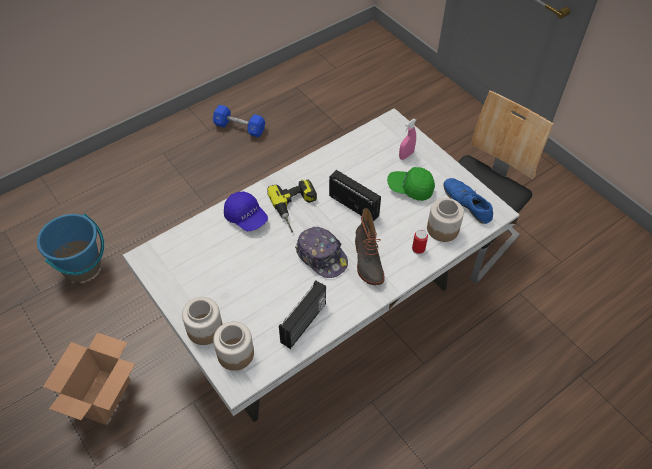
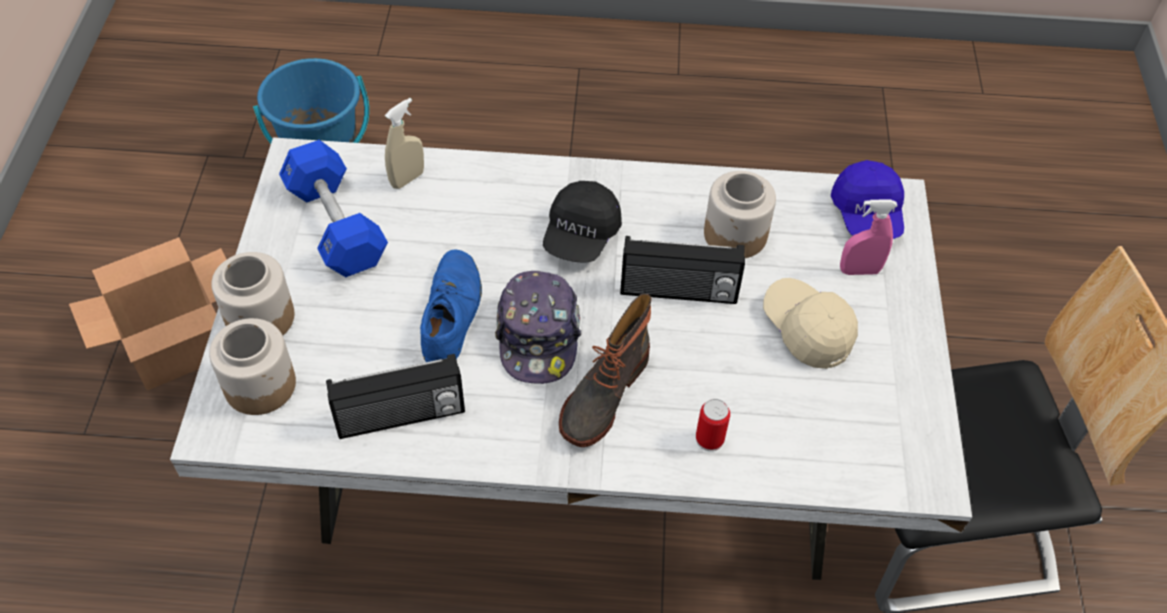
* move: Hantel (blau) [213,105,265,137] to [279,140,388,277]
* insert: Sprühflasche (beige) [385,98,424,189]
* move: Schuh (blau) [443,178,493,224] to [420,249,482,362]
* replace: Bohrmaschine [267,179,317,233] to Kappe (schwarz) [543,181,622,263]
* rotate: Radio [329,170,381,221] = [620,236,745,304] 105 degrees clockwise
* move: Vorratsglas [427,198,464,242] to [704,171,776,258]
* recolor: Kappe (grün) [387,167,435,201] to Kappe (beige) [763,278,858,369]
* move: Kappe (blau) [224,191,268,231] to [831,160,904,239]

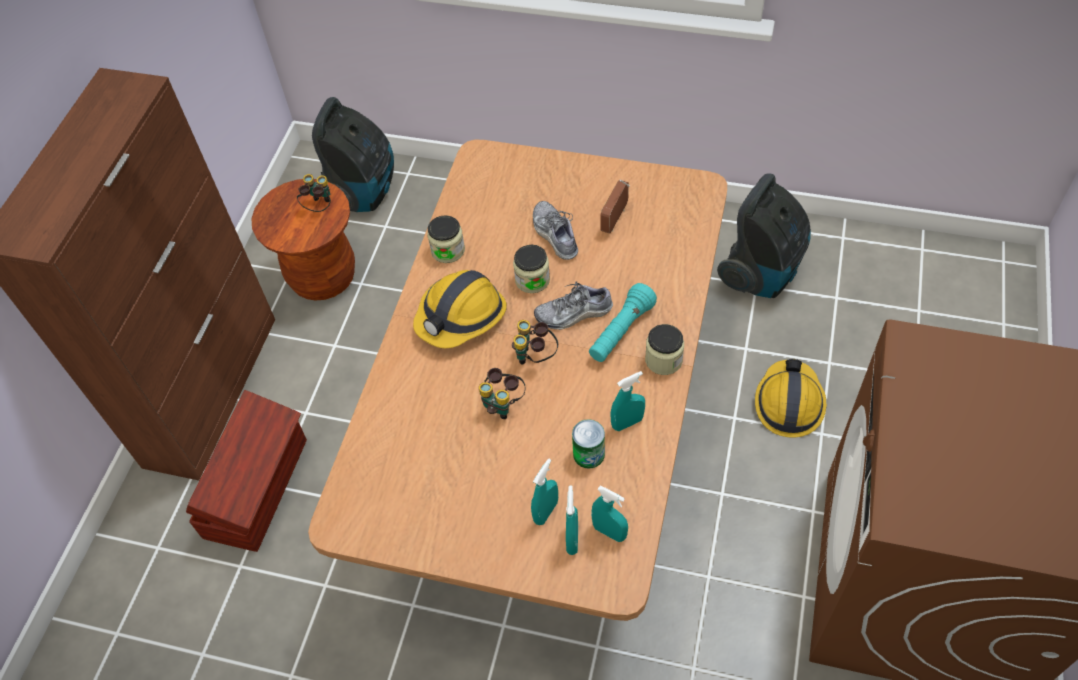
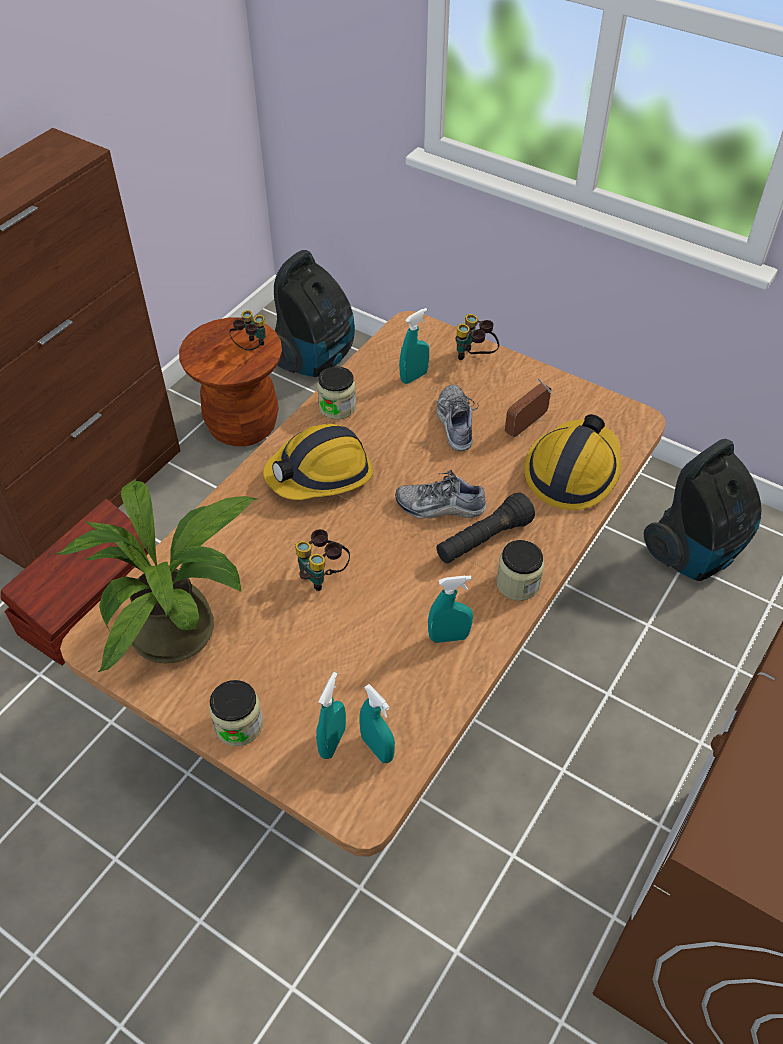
* insert: Topfpflanze [56,479,257,672]
* move: Vorratsglas [513,245,550,293] to [209,680,263,746]
* move: Sprühflasche (türkis) [531,458,558,525] to [399,308,429,384]
* recolor: Taschenlampe (türkis) [589,283,657,362] to Taschenlampe (schwarz) [437,493,535,563]
* move: Fernglas [512,320,558,365] to [455,314,500,360]
* move: Schutzhelm [755,359,827,438] to [524,414,622,510]
* delete: Dose [572,419,605,469]

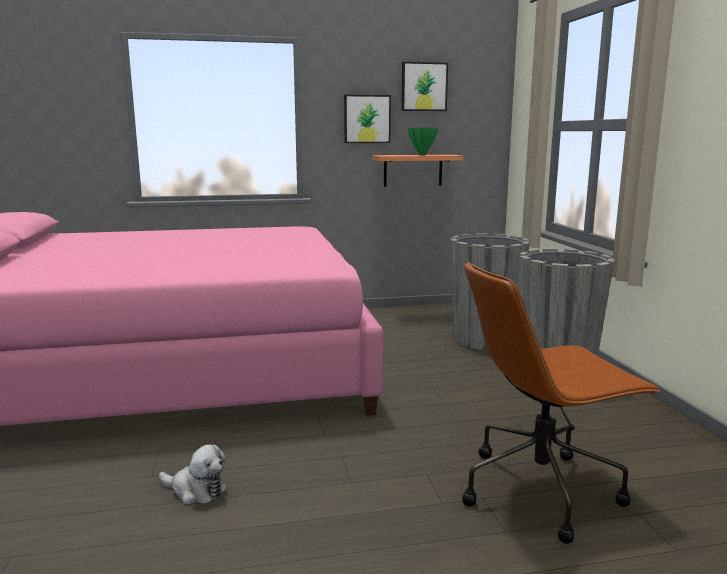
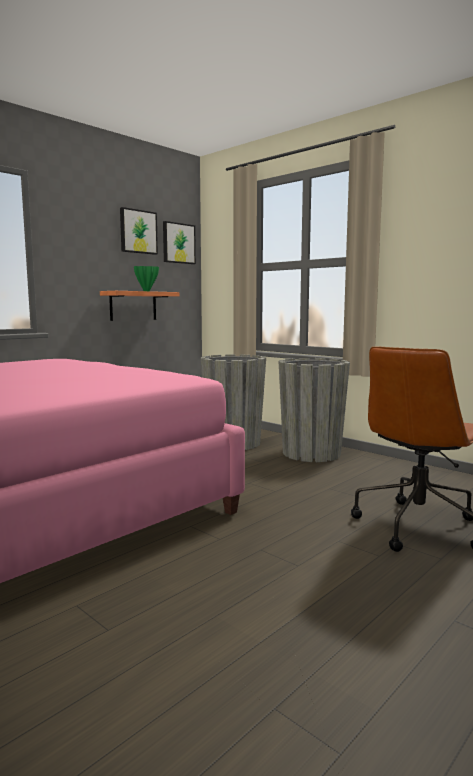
* move: Bild [344,95,391,143] to [163,221,196,264]
* delete: Plüschtier [159,444,226,505]

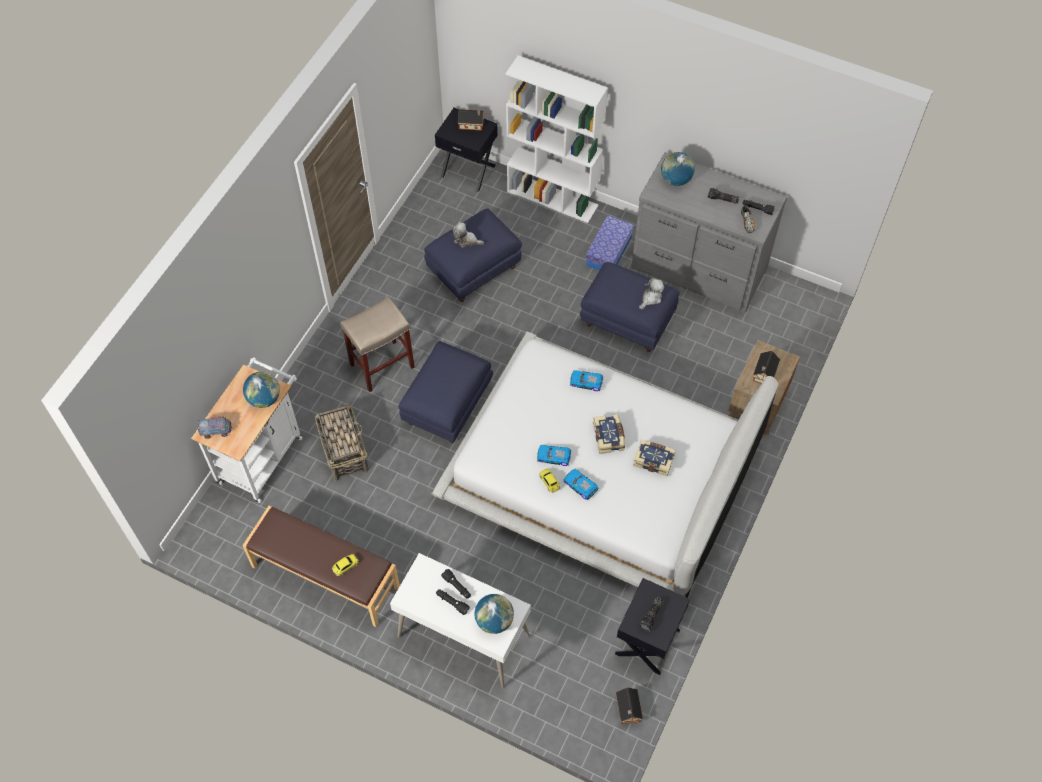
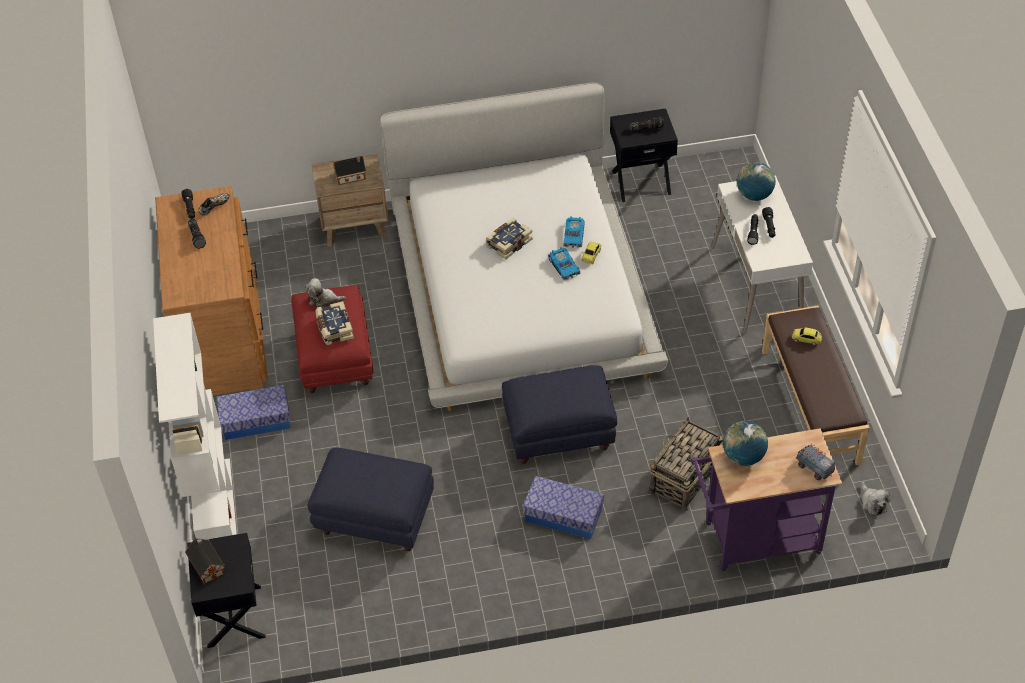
* recolor: Kommode (grau) [631,152,787,313] to Kommode (braun) [155,186,268,395]
* recolor: Polsterhocker (blau) [580,262,680,352] to Polsterhocker (rot) [291,286,373,393]
* move: Buch [633,440,675,477] to [315,301,354,345]
* replace: Hocker (beige) [340,297,415,392] to Aufbewahrungsbox [523,476,604,539]
* recolor: Rollwagen (weiß) [191,357,303,503] to Rollwagen (lila) [691,428,842,571]
* move: Plüschtier [453,222,484,248] to [861,481,891,516]
* delete: Spielzeugauto [570,370,603,391]
* delete: Spielzeughaus [616,687,643,724]
* delete: Globus [661,152,695,186]

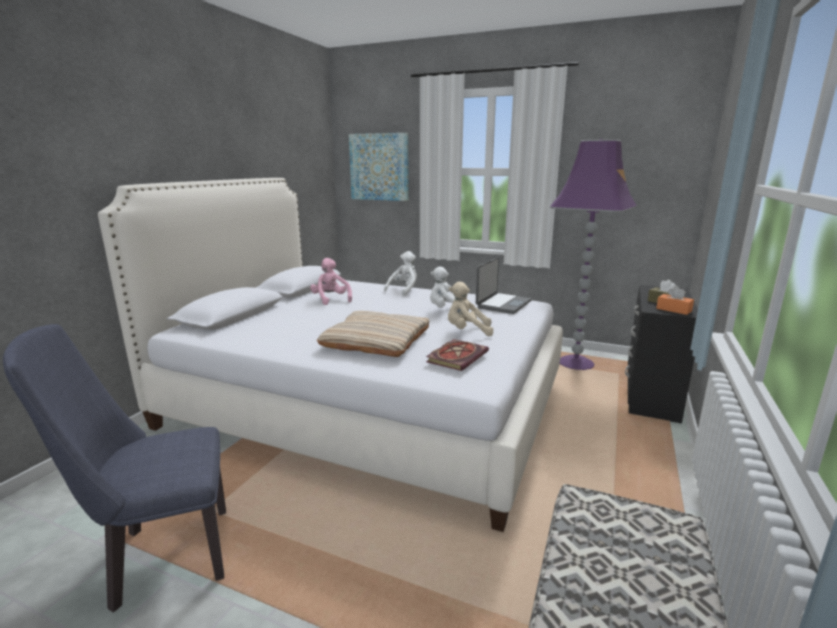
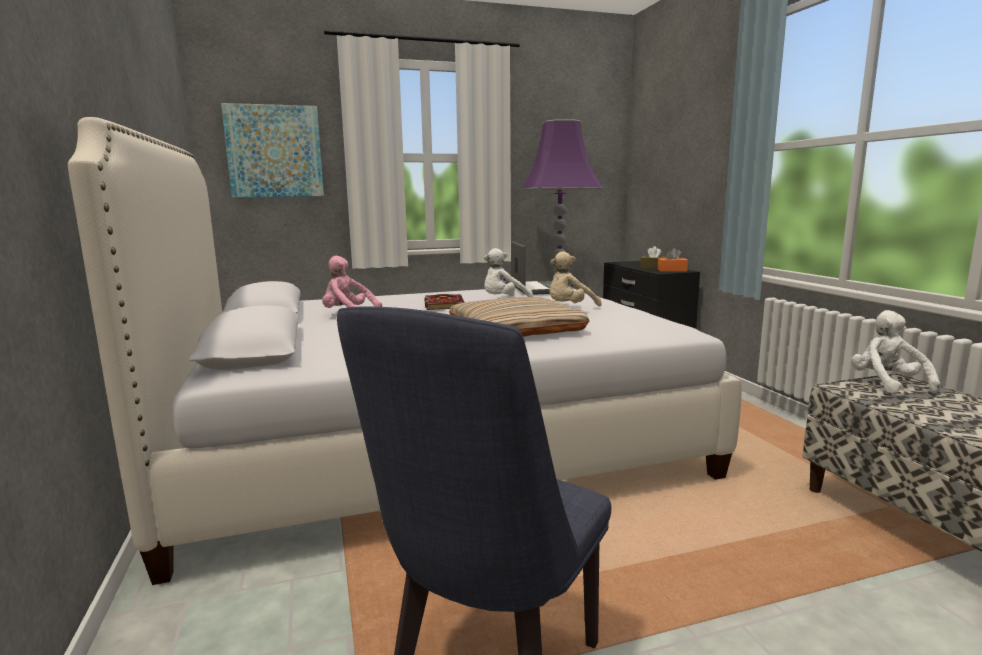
* move: Buch [426,339,489,371] to [424,294,465,310]
* move: Plüschtier (weiß) [384,251,417,296] to [851,310,941,394]

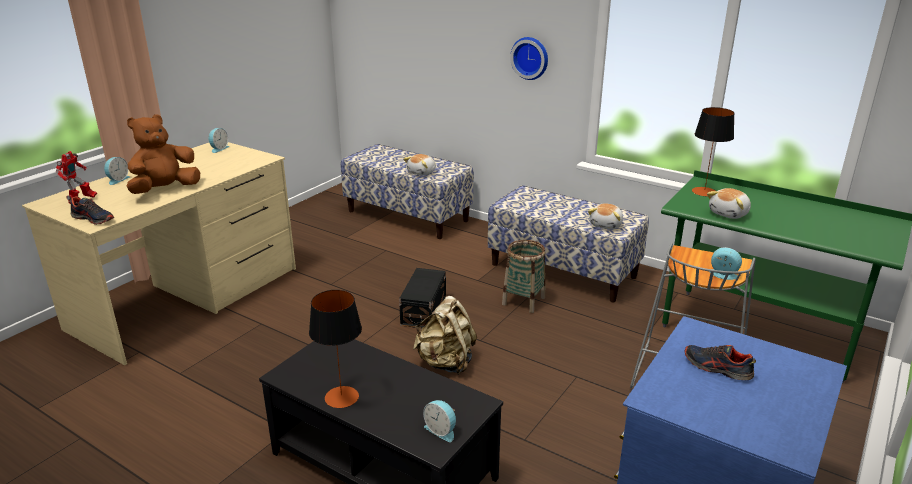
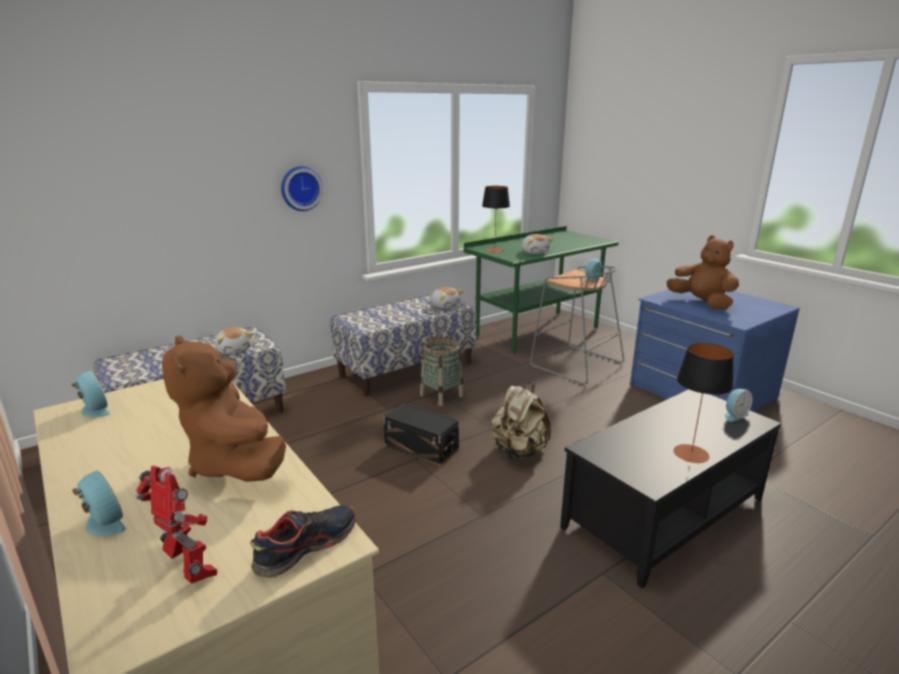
* replace: Schuh [685,345,756,380] to Plüschtier (braun) [667,236,739,310]

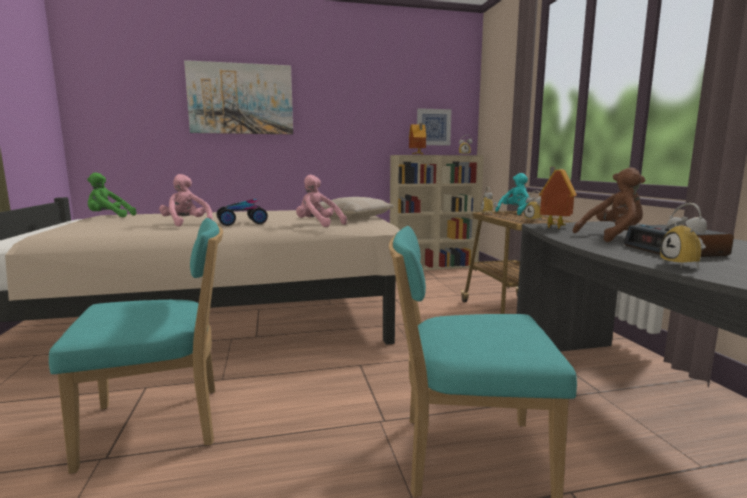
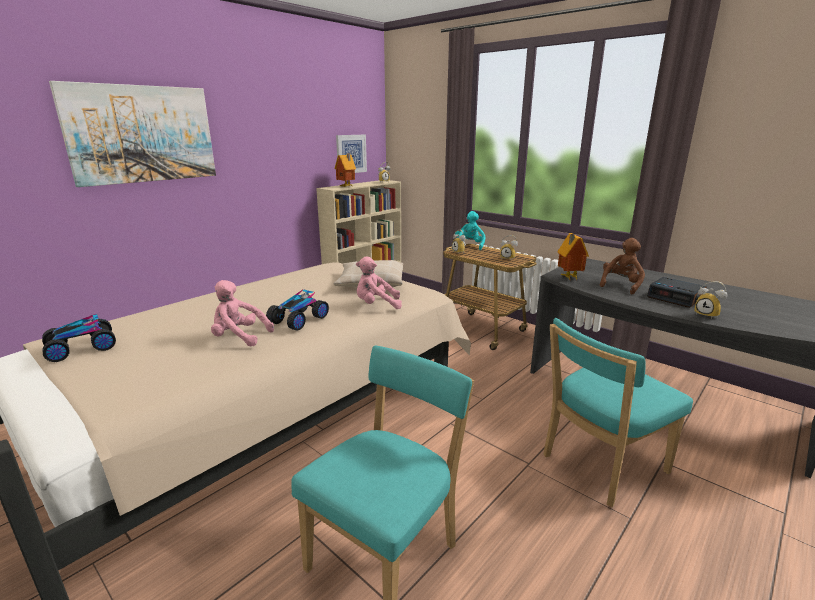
* replace: Plüschtier (grün) [87,173,136,217] to Spielzeugauto [42,314,116,362]

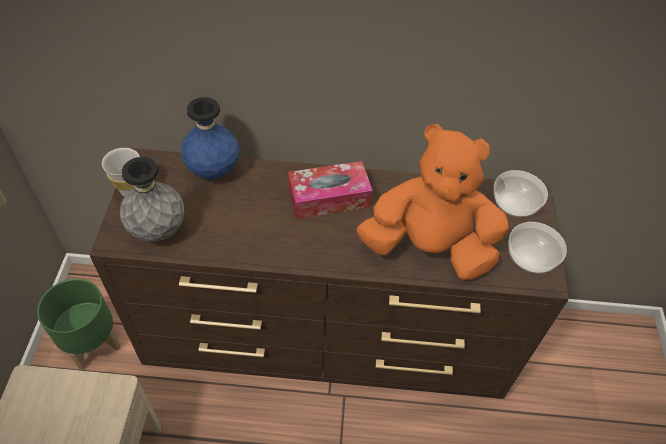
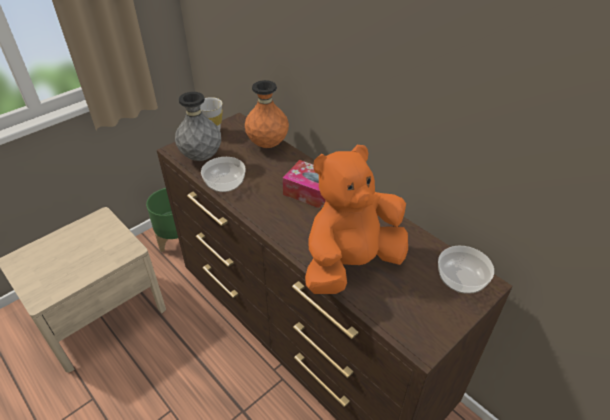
* move: Schüssel [508,222,567,274] to [201,157,246,192]
* recolor: Vase (blau) [181,97,239,180] to Vase (orange) [245,80,289,148]
* rotate: Plüschtier (orange) [356,124,509,280] = [305,145,408,294] 90 degrees counterclockwise

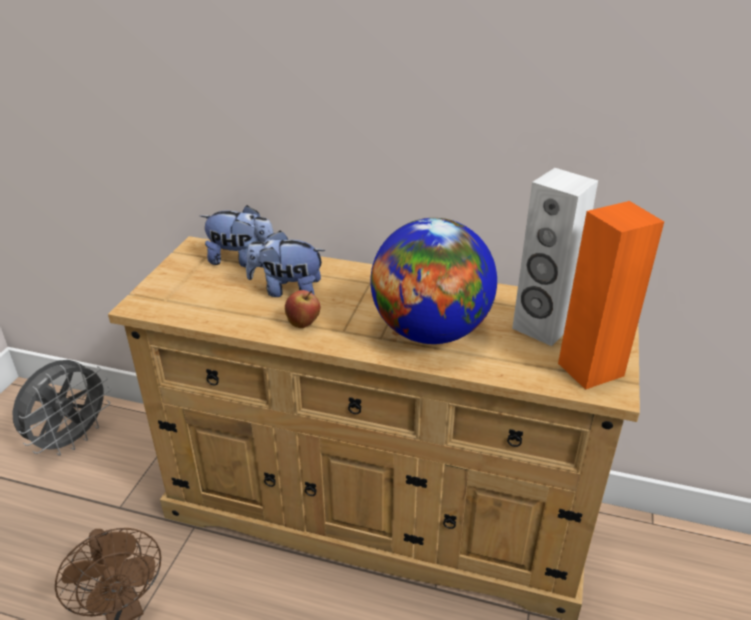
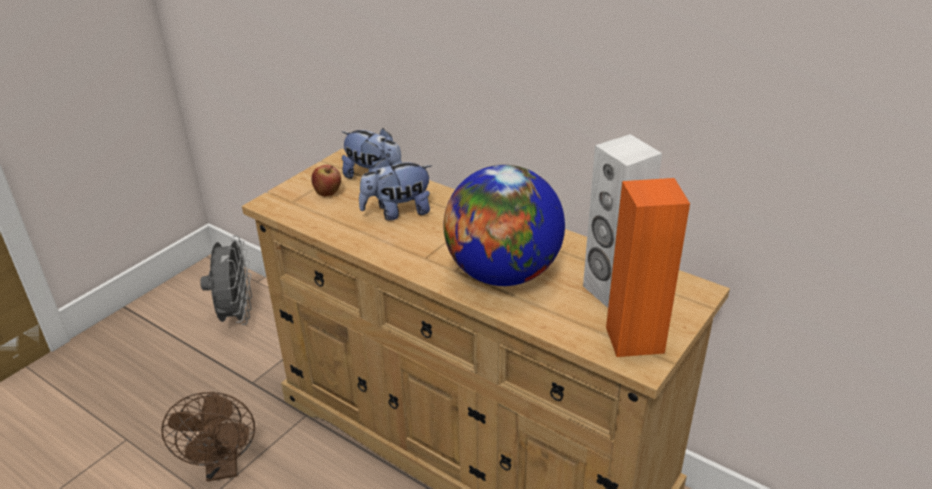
* rotate: Ventilator (grau) [12,360,111,456] = [200,235,252,325] 60 degrees counterclockwise
* move: Apfel [285,290,320,328] to [311,165,341,197]
* rotate: Plüschtier [246,231,325,297] = [359,158,432,221] 45 degrees counterclockwise

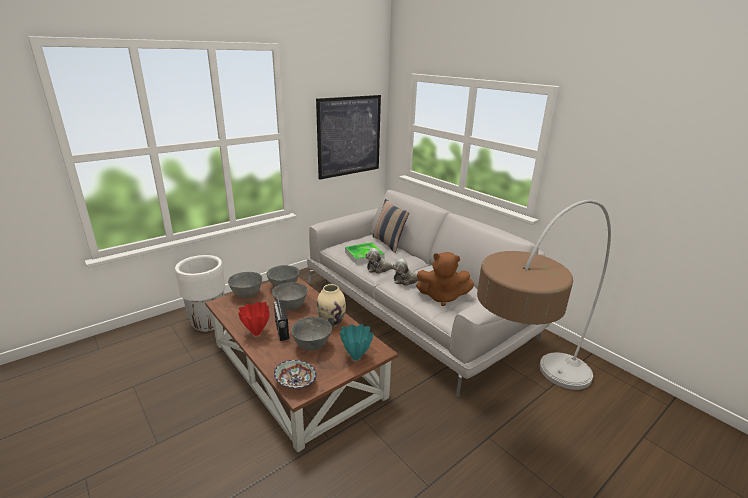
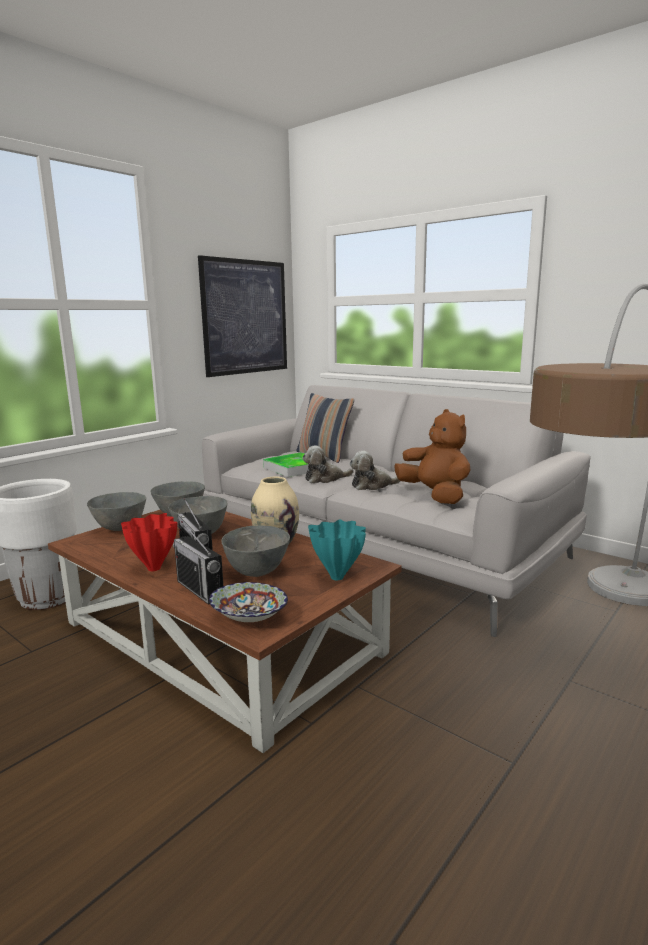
* insert: Radio [173,521,223,605]
* rotate: Plüschtier (braun) [416,252,474,306] = [394,409,471,504] 120 degrees counterclockwise

